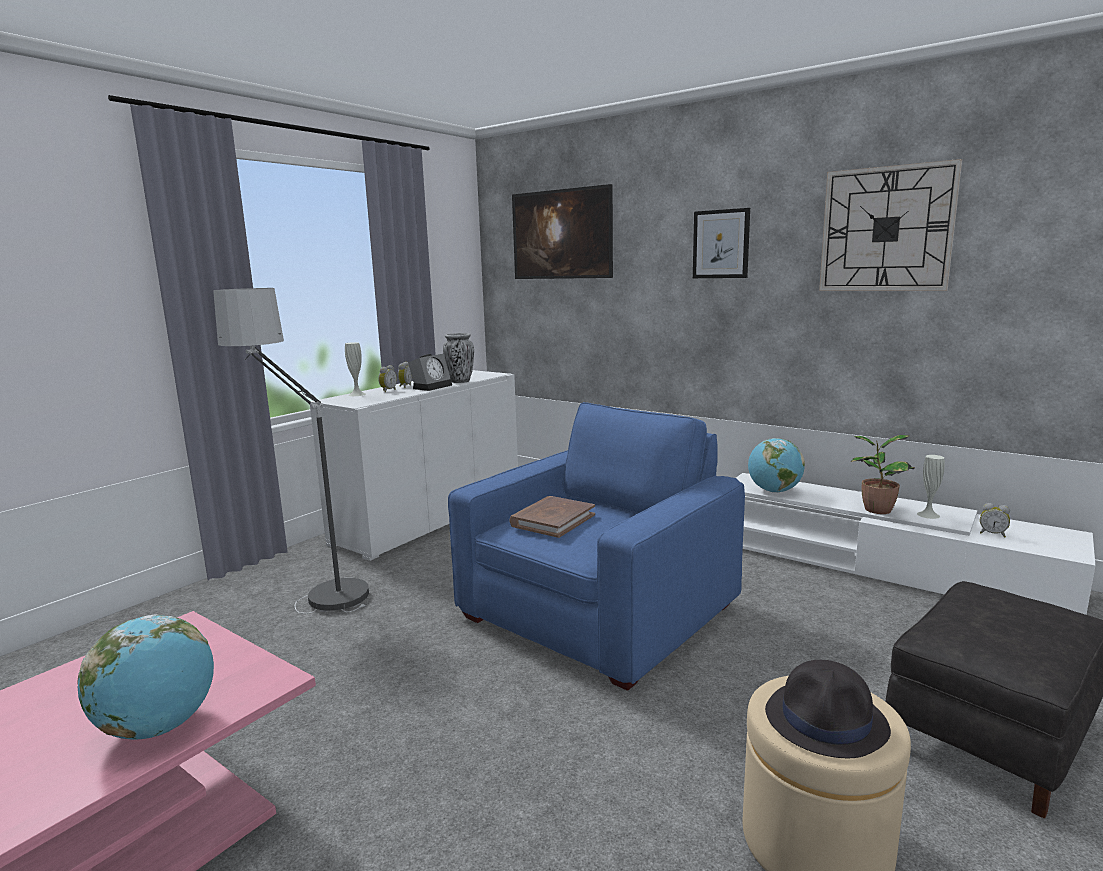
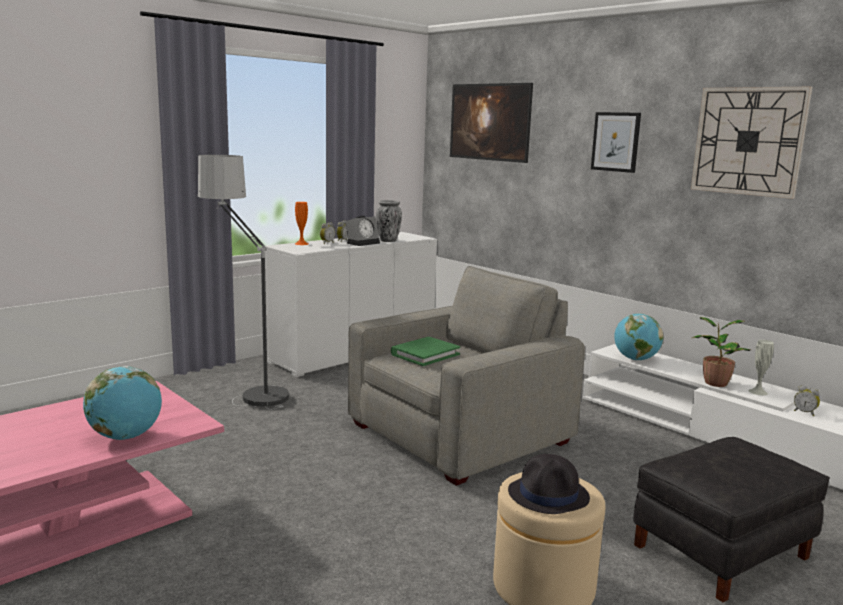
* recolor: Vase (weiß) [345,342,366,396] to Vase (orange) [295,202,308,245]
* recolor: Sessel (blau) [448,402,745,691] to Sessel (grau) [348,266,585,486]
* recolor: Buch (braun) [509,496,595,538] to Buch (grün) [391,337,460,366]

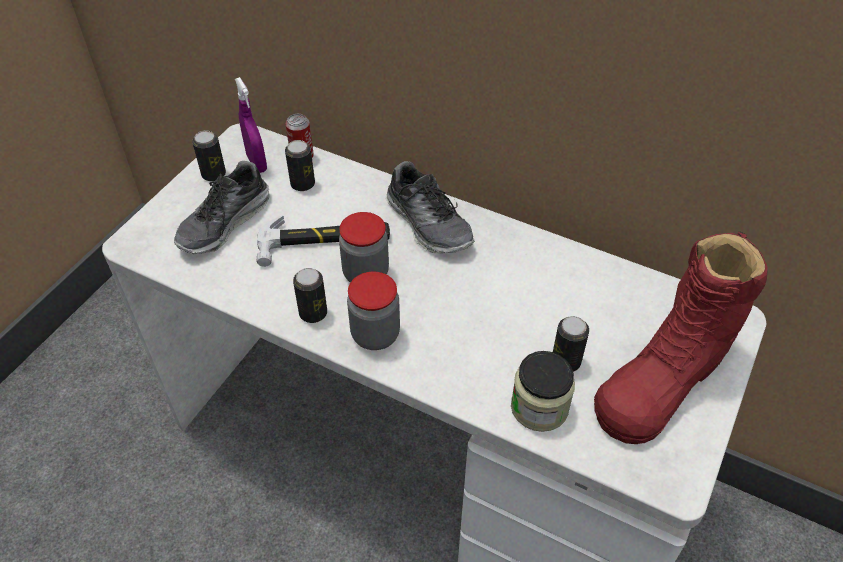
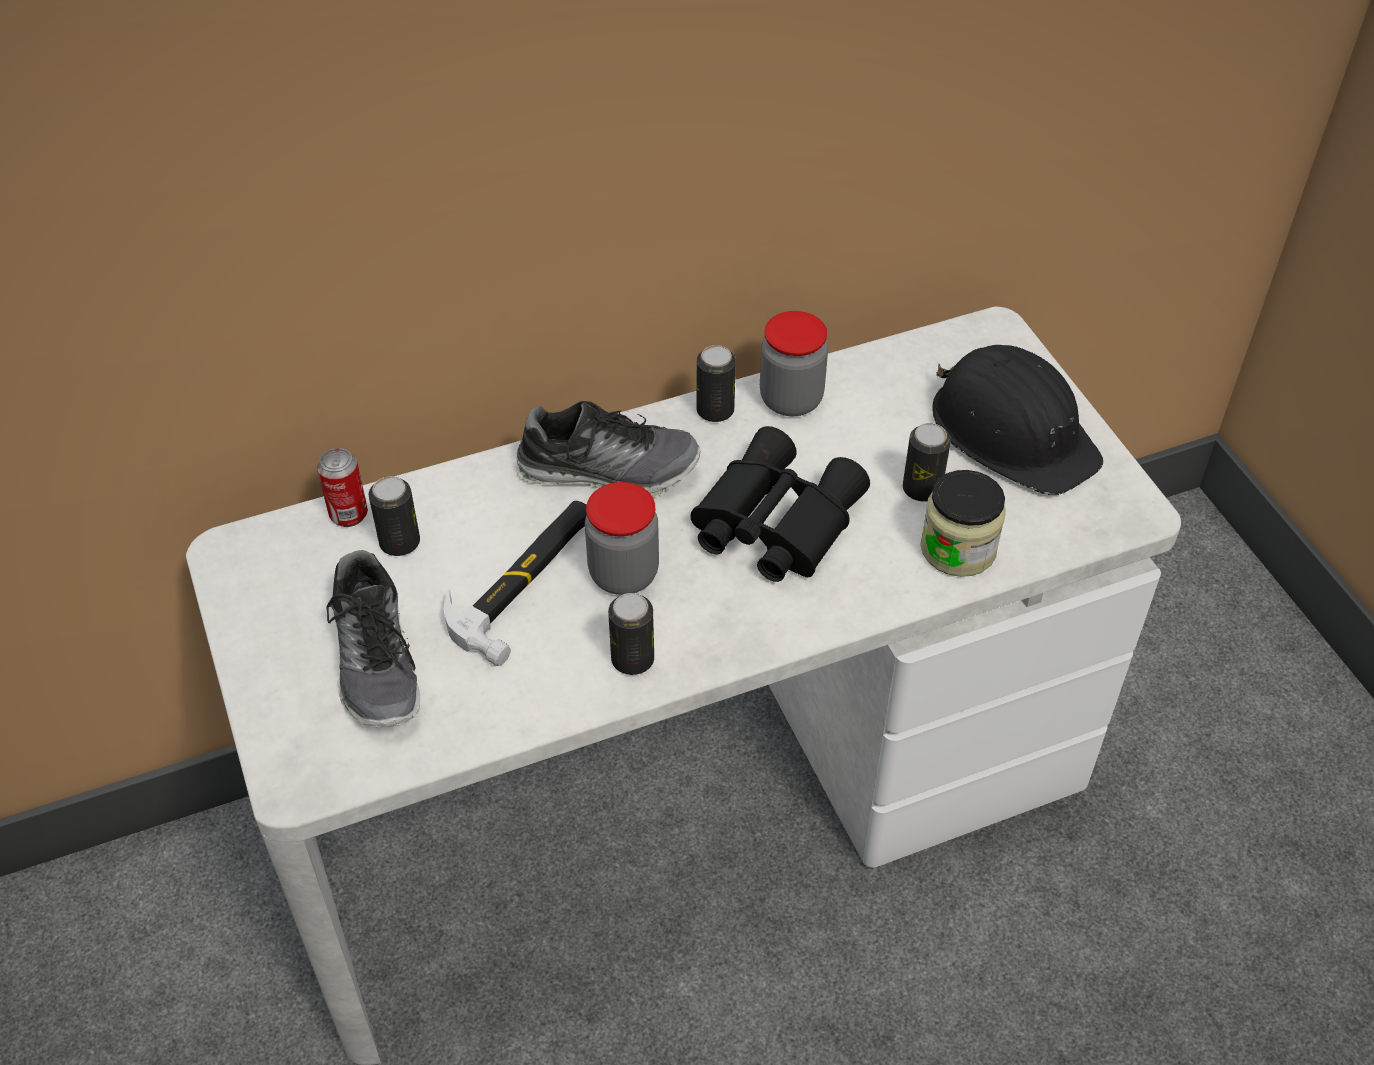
* insert: Fernglas (schwarz) [691,426,870,582]
* move: Dose [192,130,226,182] to [696,345,736,422]
* move: Vorratsglas [347,272,400,350] to [760,311,828,416]
* replace: Stiefel (rot) [594,231,768,444] to Schutzhelm (schwarz) [932,345,1103,495]
* delete: Sprühflasche (lila) [235,77,267,173]

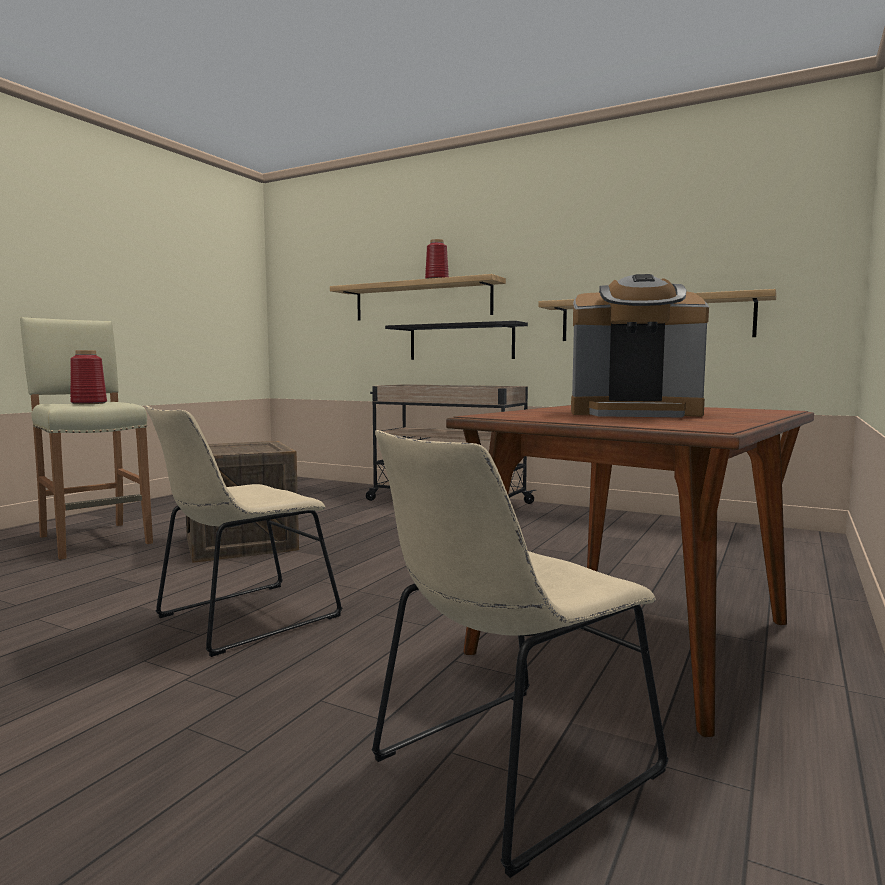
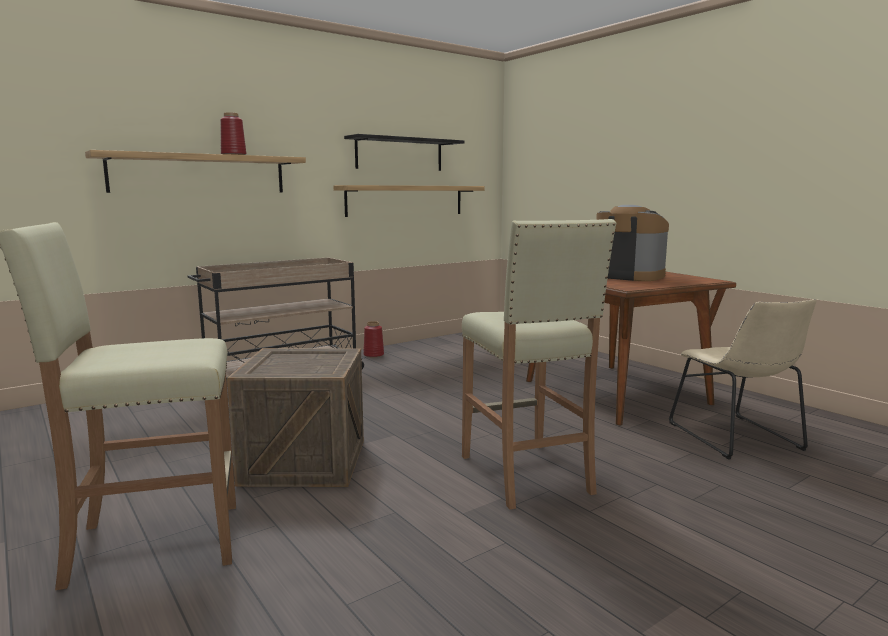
* move: Wandregal (schwarz) [385,321,528,360] to [344,134,465,171]
* move: Vase (rot) [70,350,107,404] to [363,321,384,357]
* replace: Stuhl (beige) [146,406,342,657] to Hocker (beige) [462,219,616,510]
* rotate: Kaffeemaschine [571,274,709,418] = [596,205,669,281] 90 degrees counterclockwise

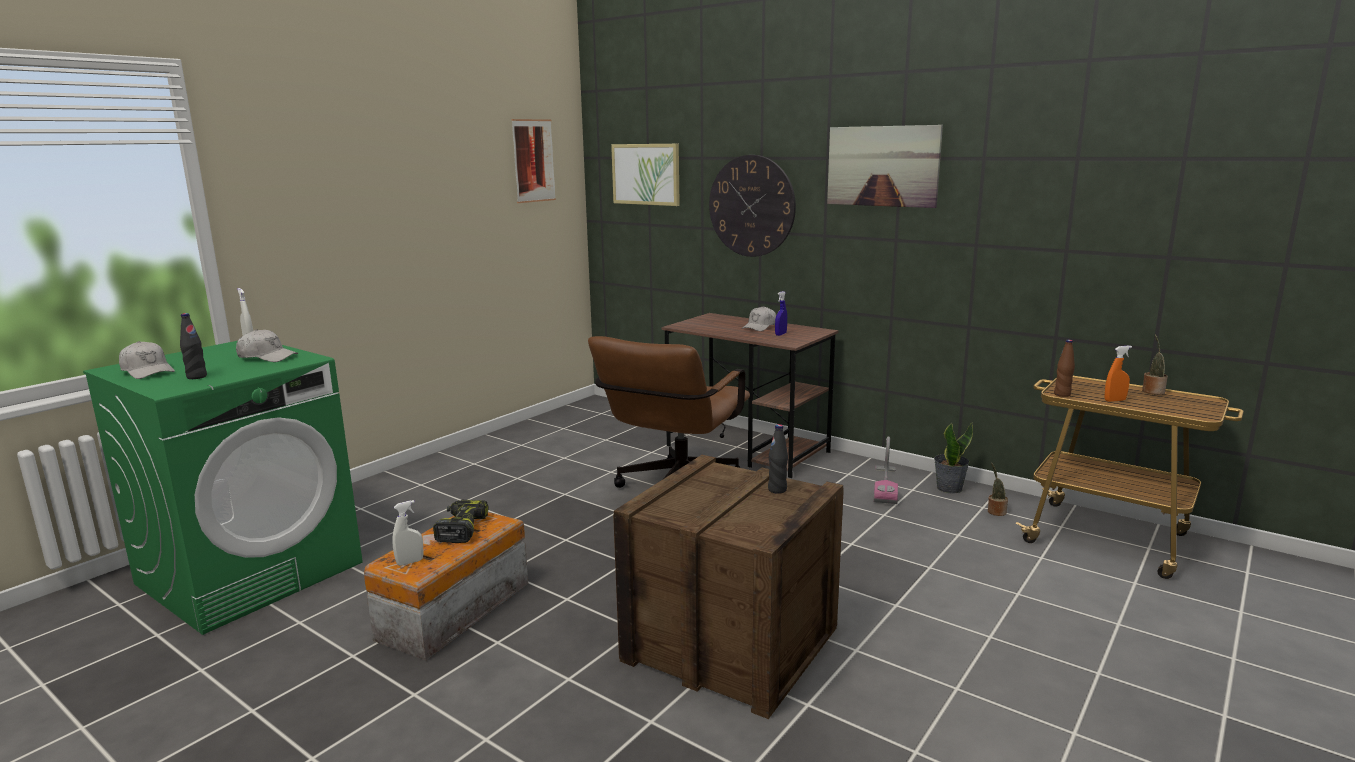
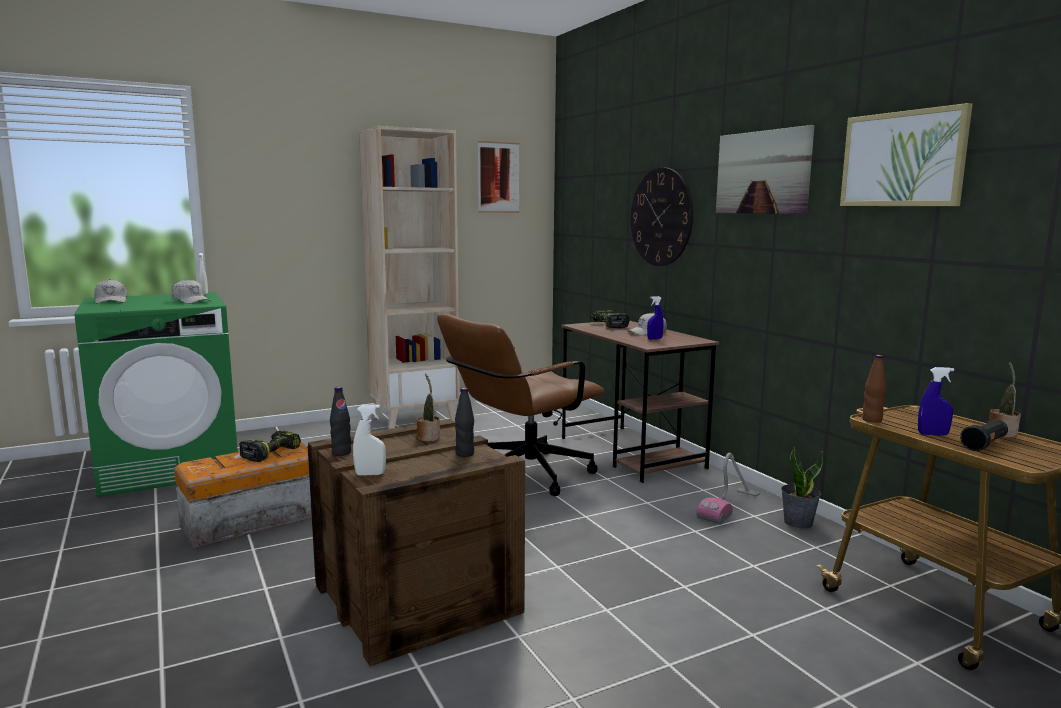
* move: Flasche (schwarz) [180,313,207,379] to [330,387,351,456]
* move: Sprühflasche (weiß) [392,500,424,566] to [353,404,386,476]
* insert: Bücherregal (beige) [359,126,460,429]
* move: Topfpflanze [988,463,1008,516] to [416,373,440,442]
* insert: Bohrmaschine [590,310,629,328]
* move: Bild [611,144,680,206] to [840,103,973,206]
* recolor: Sprühflasche (orange) [1105,346,1132,402] to Sprühflasche (blau) [918,367,954,436]
* insert: Taschenlampe (schwarz) [960,420,1008,451]

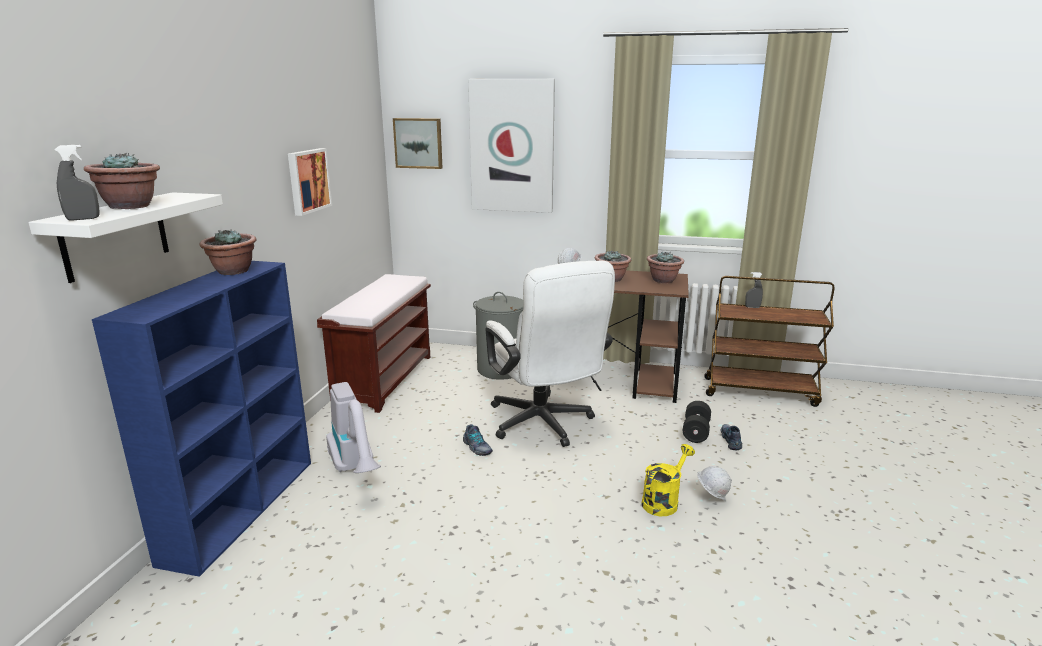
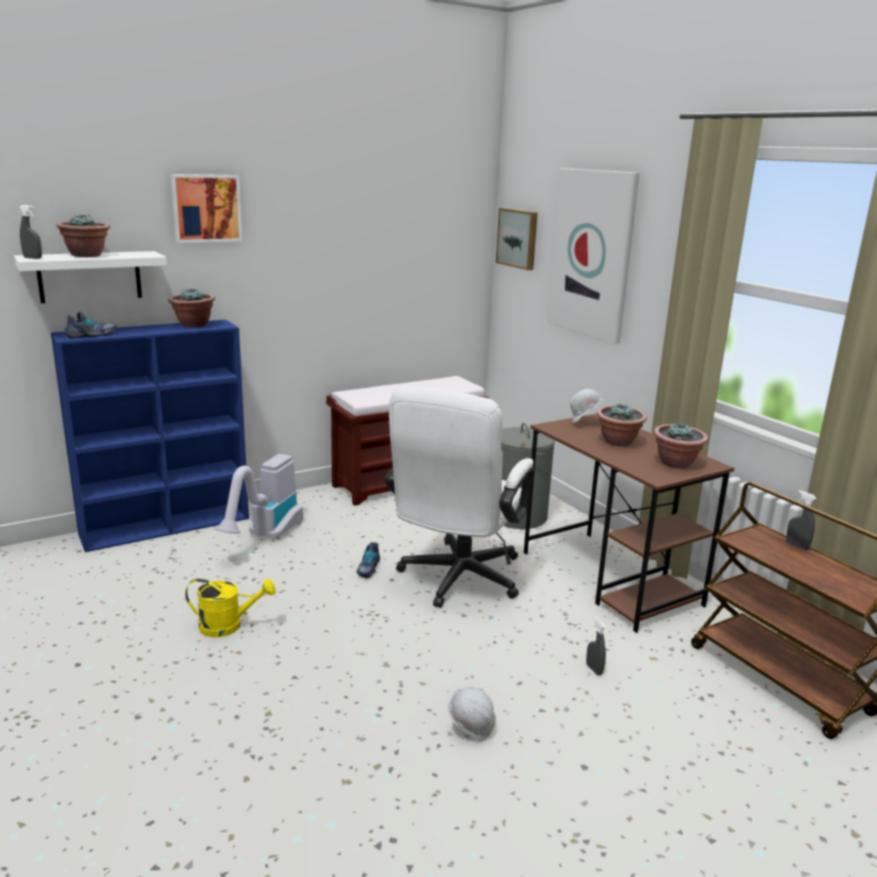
* move: Schuh [721,424,742,450] to [65,312,117,338]
* move: Bild [288,148,332,216] to [170,174,242,243]
* move: Gießkanne (gelb) [642,444,695,516] to [185,579,276,637]
* replace: Hantel (schwarz) [683,401,711,443] to Sprühflasche (grau) [586,617,606,675]

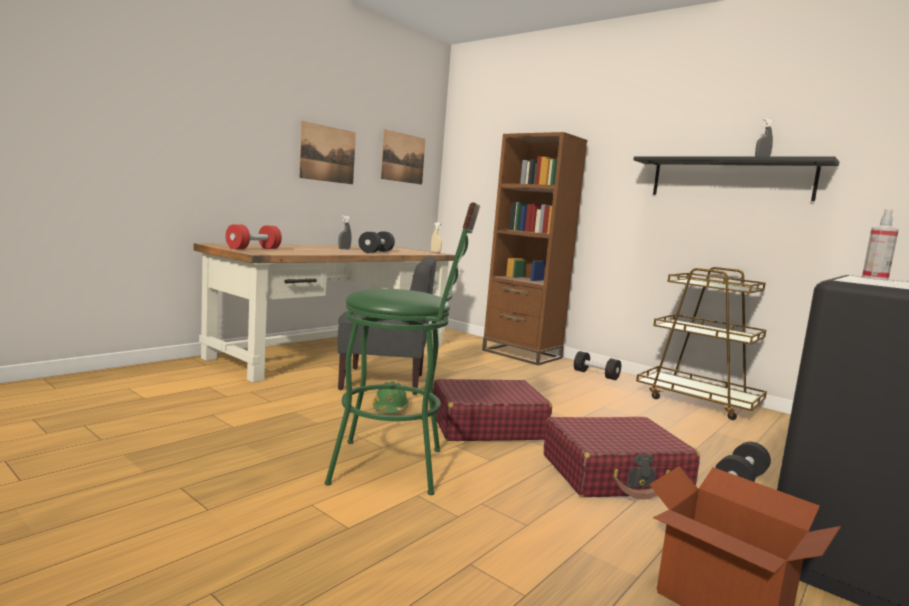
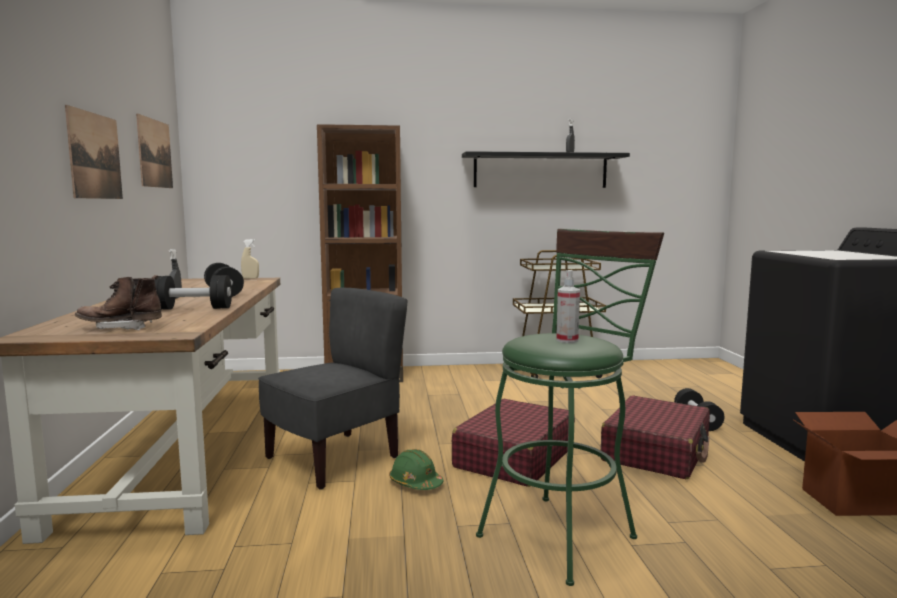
* replace: Hantel (rot) [226,224,282,249] to Stiefel (braun) [75,275,162,330]
* move: Hantel (schwarz) [574,351,621,380] to [154,275,232,310]
* move: Sprühflasche [862,209,899,280] to [556,270,580,343]

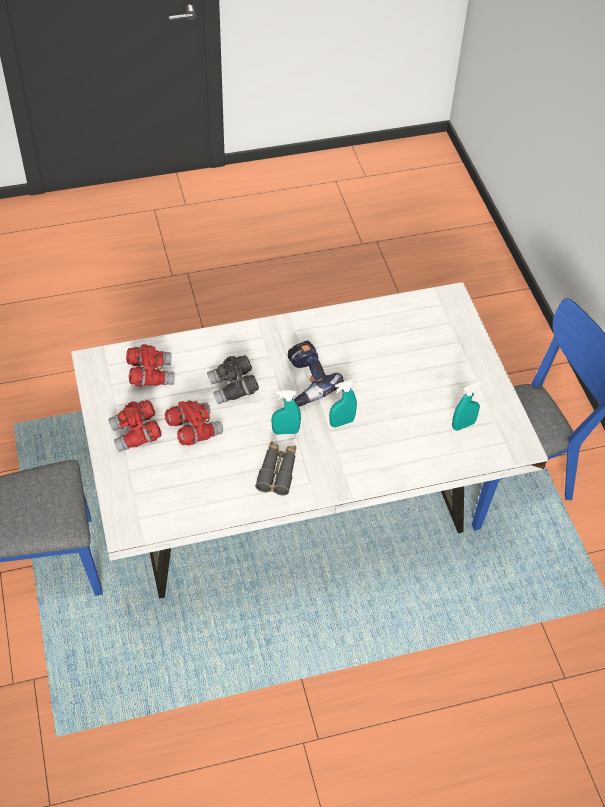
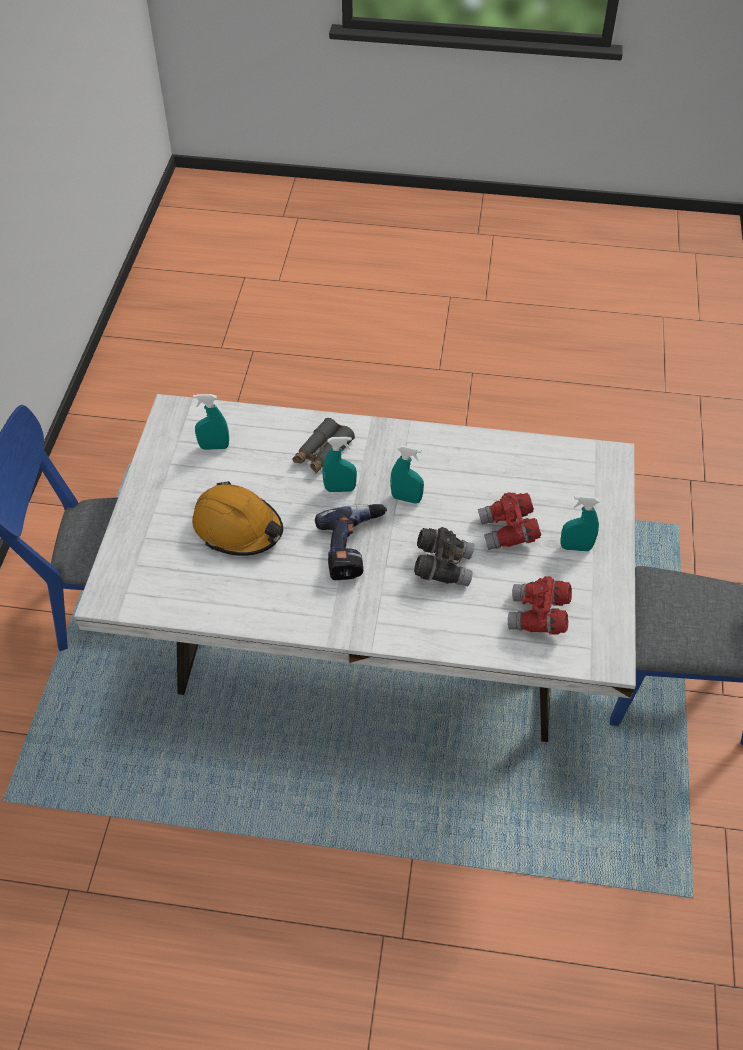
* insert: Schutzhelm (orange) [192,481,283,556]
* move: Fernglas (grau) [255,441,296,495] to [292,418,355,474]
* replace: Fernglas (rot) [108,400,162,452] to Sprühflasche (türkis) [560,496,599,551]

